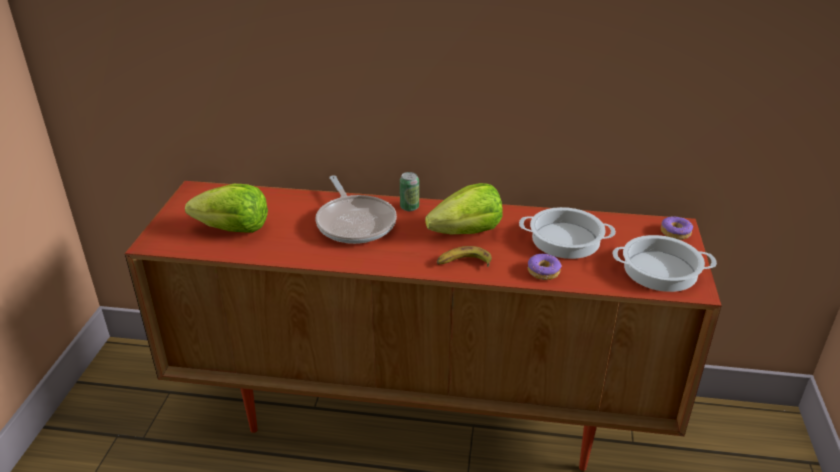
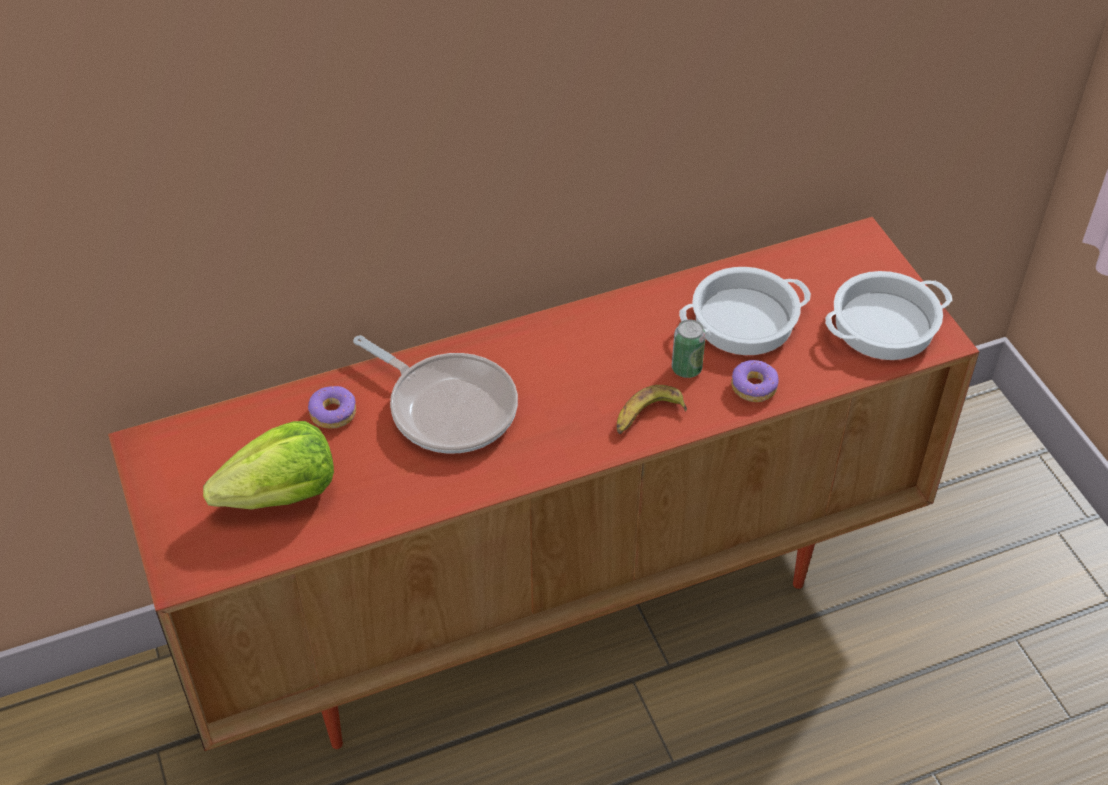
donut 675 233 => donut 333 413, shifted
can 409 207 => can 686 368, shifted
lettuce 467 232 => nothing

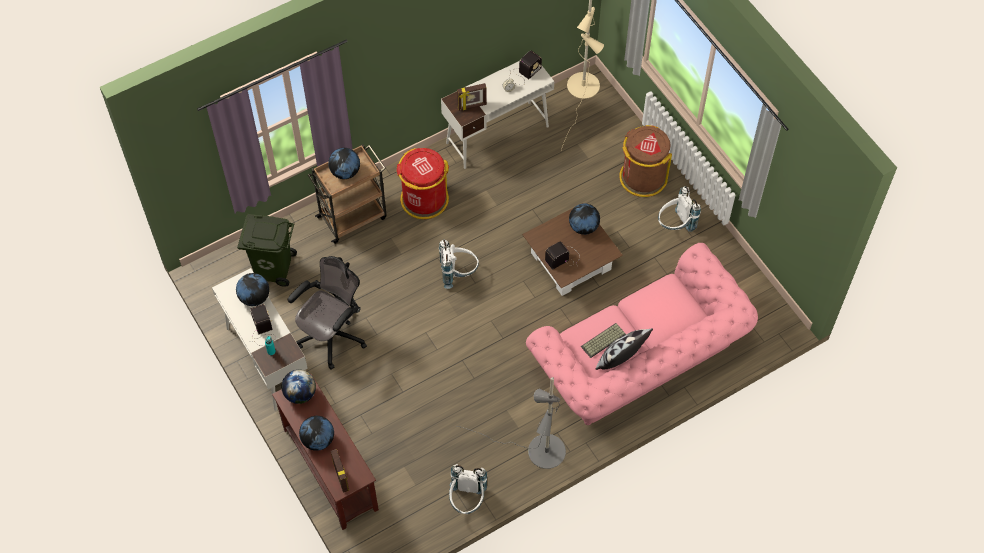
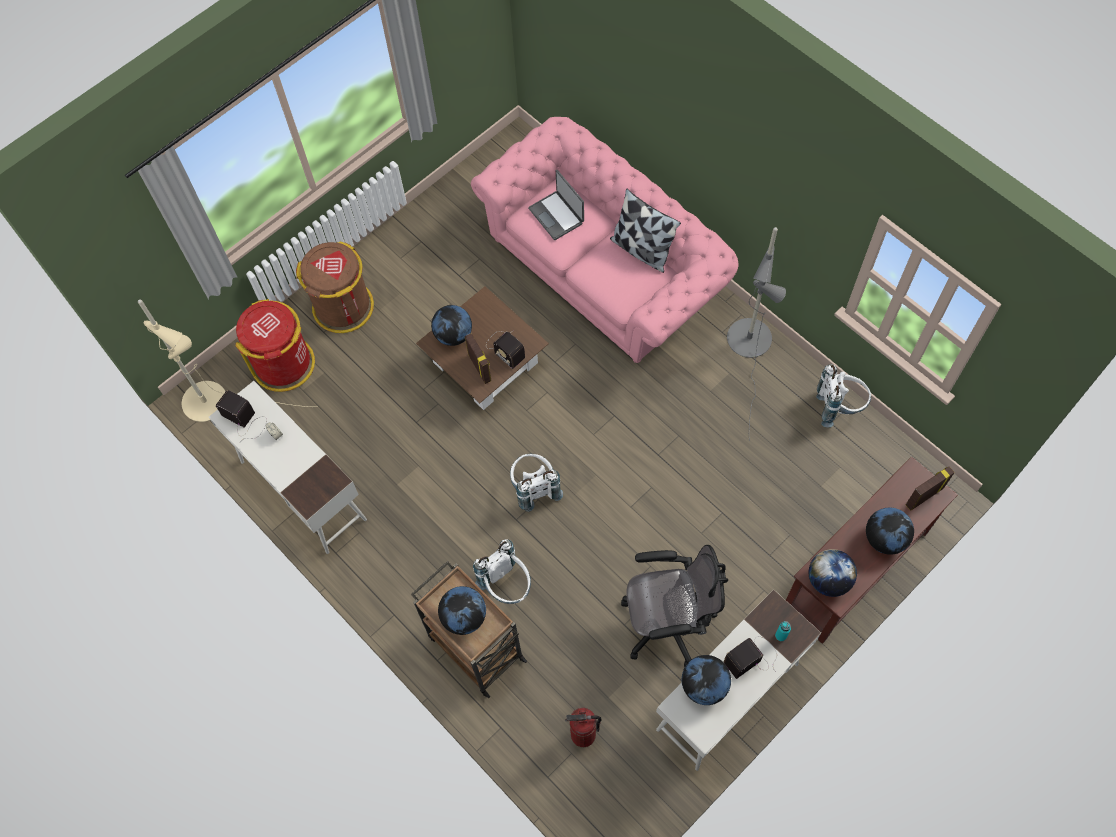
waste bin (red) 424 199 => waste bin (red) 284 364, shifted
picture frame 472 106 => picture frame 480 367, shifted
rucksack (white) 675 225 => rucksack (white) 507 586, shifted
nothing => laptop 557 215
waste bin (green-coloured) 273 267 => fire extinguisher 583 734
office chair 332 335 => office chair 667 622, 150 degrees clockwise
PC keyboard 603 341 => nothing

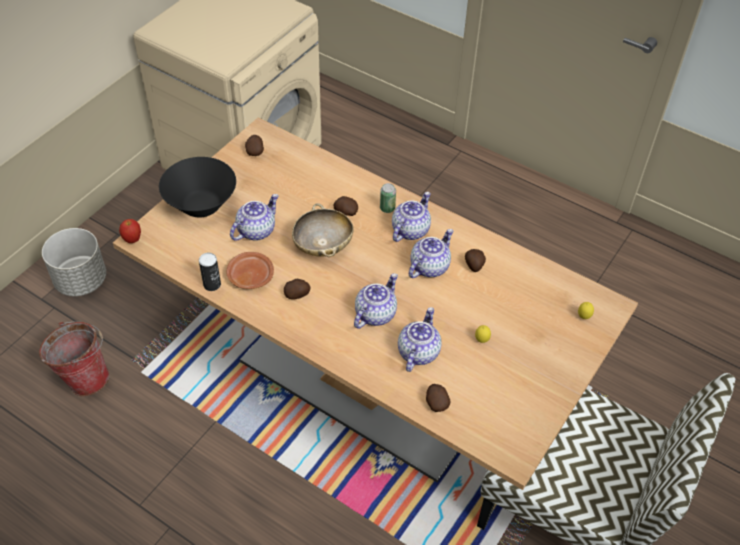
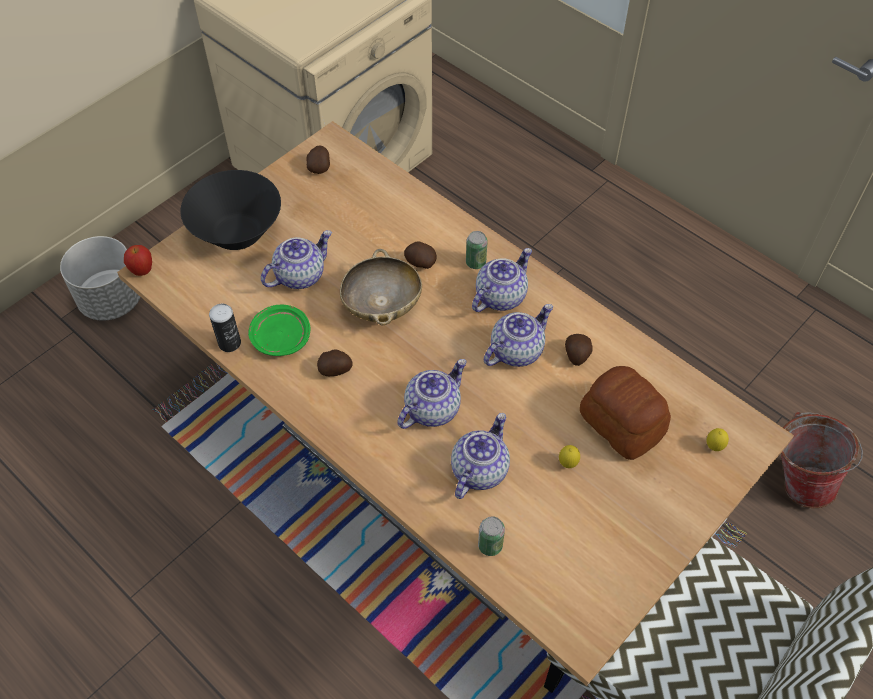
flat dish (brownish) 250 276 => flat dish (green-coloured) 280 337
whole potato 436 403 => can 490 545
nothing => bakery bread 622 422
water bucket 84 376 => water bucket 798 480, shifted

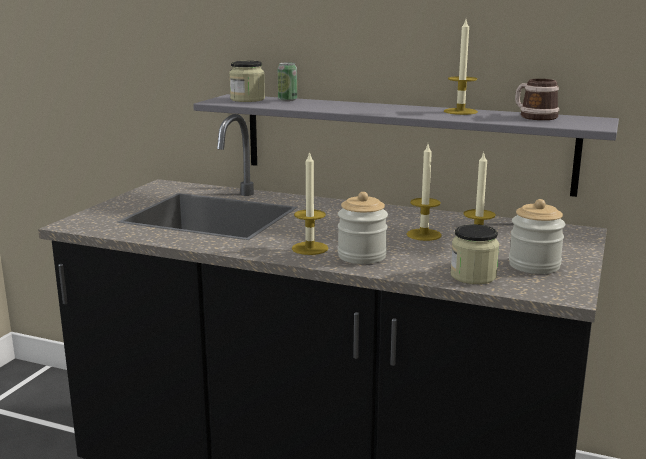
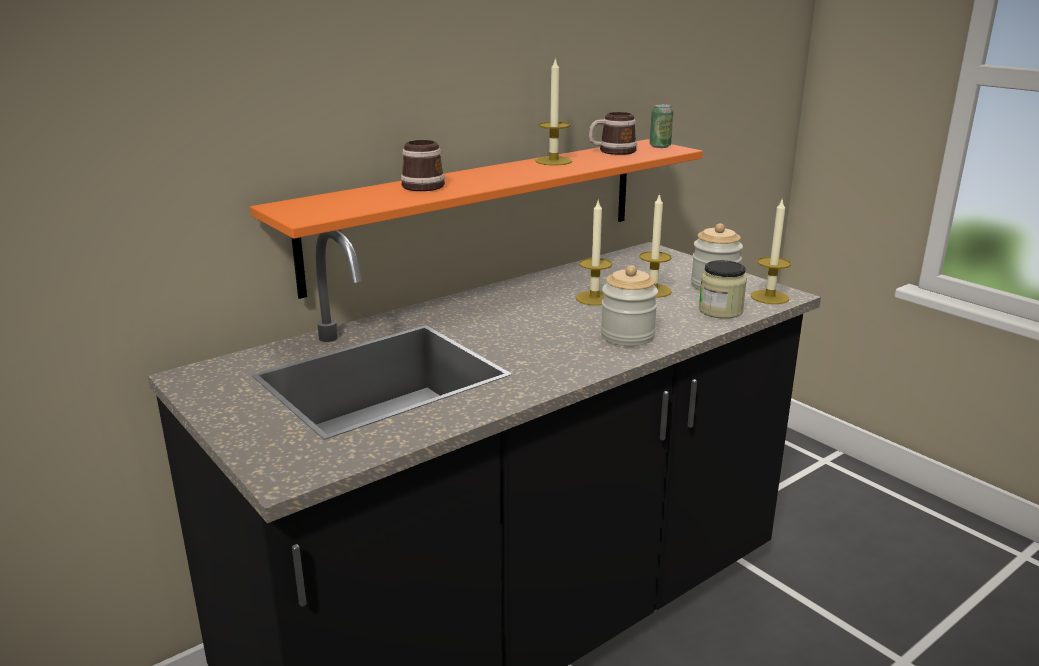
wall shelf (greyish) 403 142 => wall shelf (orangey) 480 211
nothing => coffee mug 425 185
can 287 100 => can 660 146, shifted
wax light 310 248 => wax light 769 297, shifted
jar 247 99 => nothing

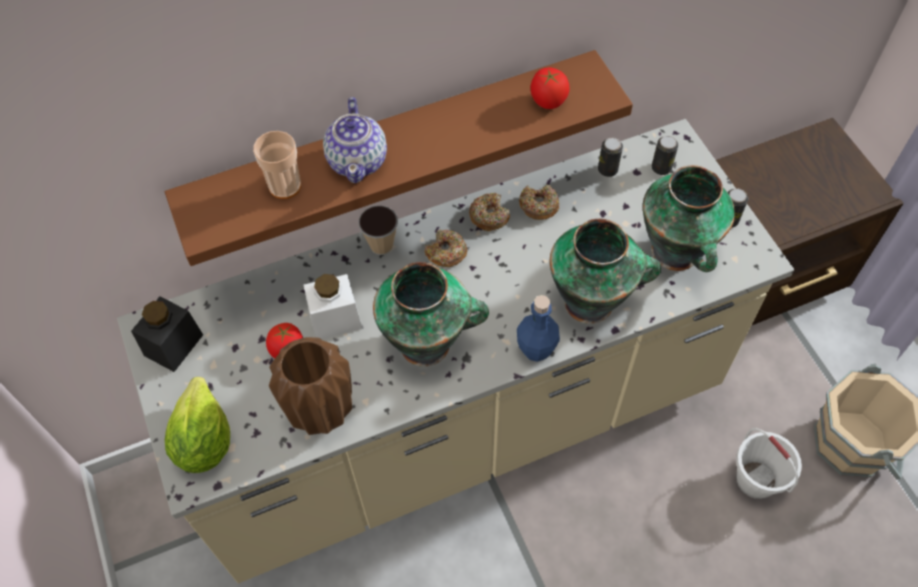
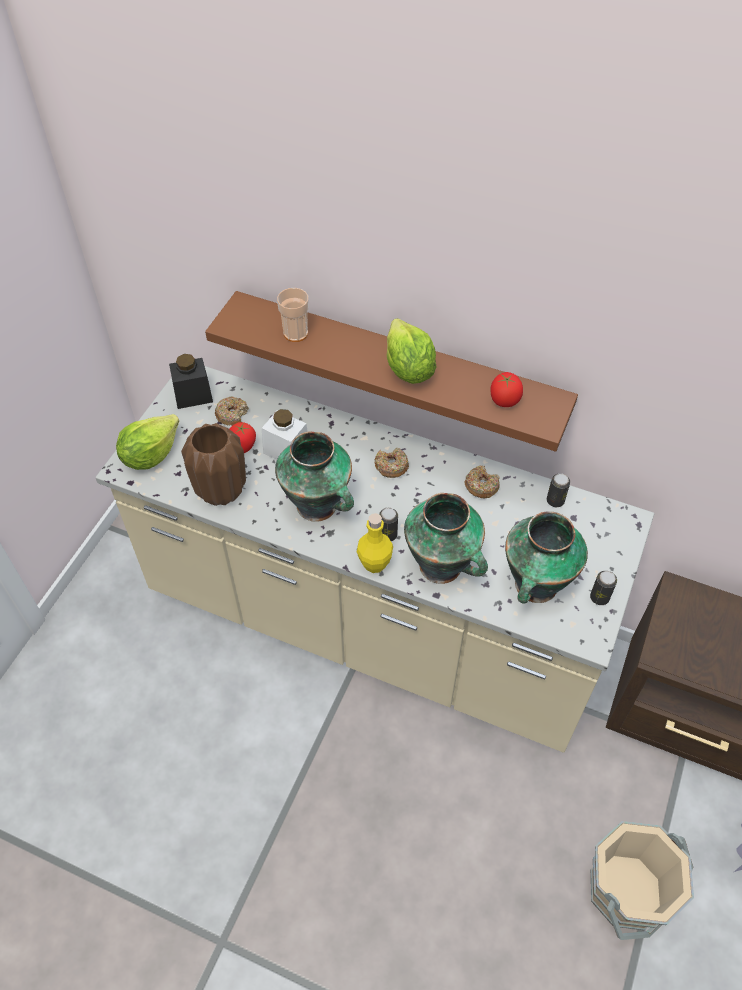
donut 489 216 => donut 232 415, shifted
beverage bottle (bluish) 536 350 => beverage bottle (yellowish) 374 563
can 661 168 => can 388 535, shifted
nothing => lettuce 408 369
tea pot 358 160 => nothing
small cup 381 245 => nothing
water bucket (white) 756 479 => nothing

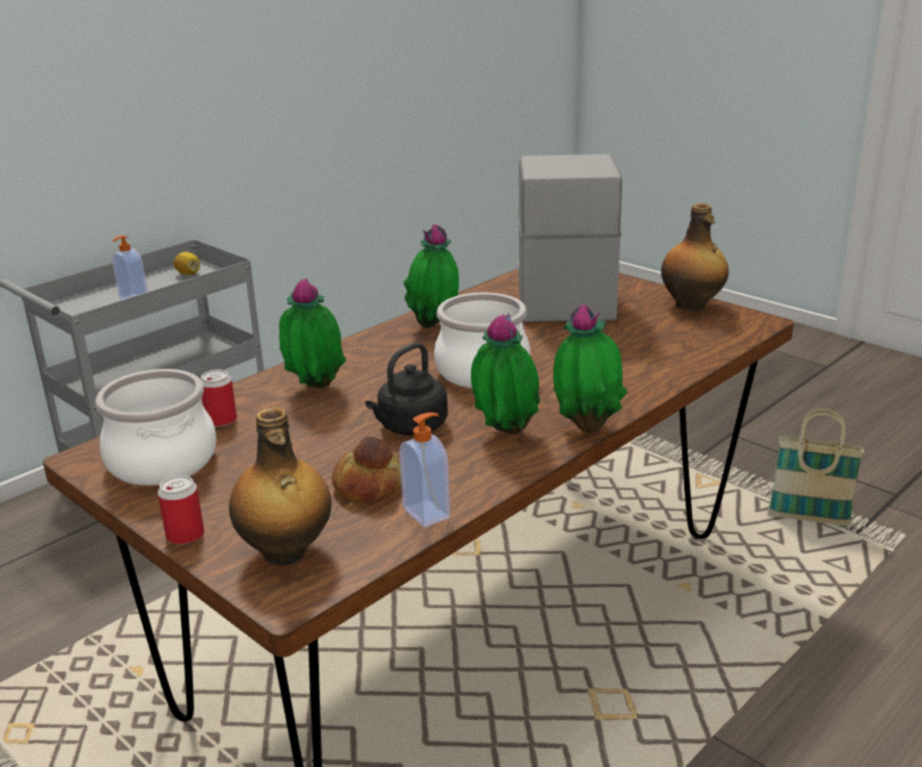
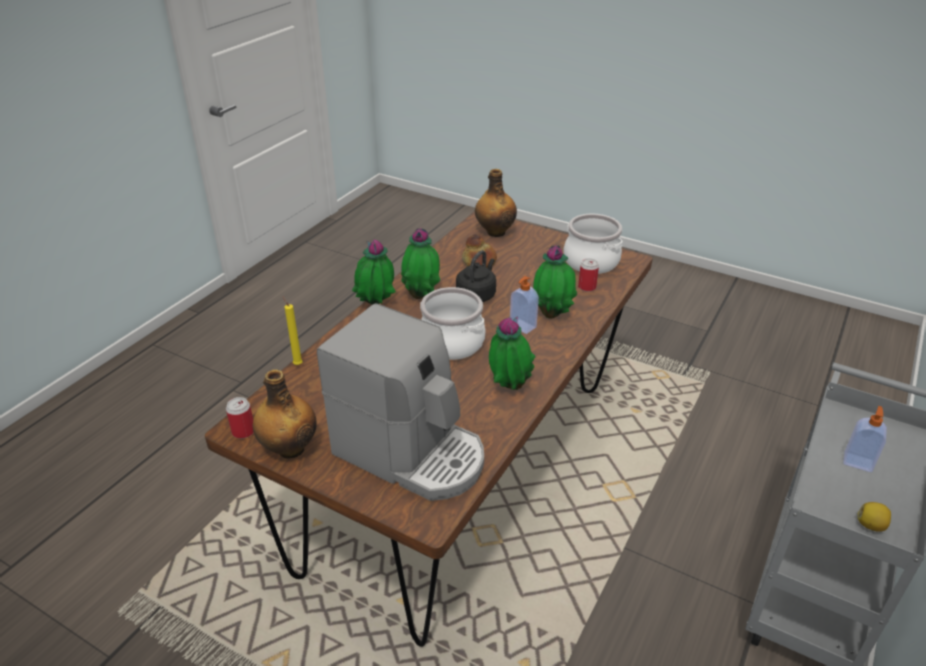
can 185 535 => can 243 431, shifted
nothing => wax light (yellowish) 297 364
coffee brewer 563 294 => coffee brewer 411 453, 45 degrees counterclockwise
liquid soap bottle 427 513 => liquid soap bottle 522 327, shifted
household basket 808 519 => nothing

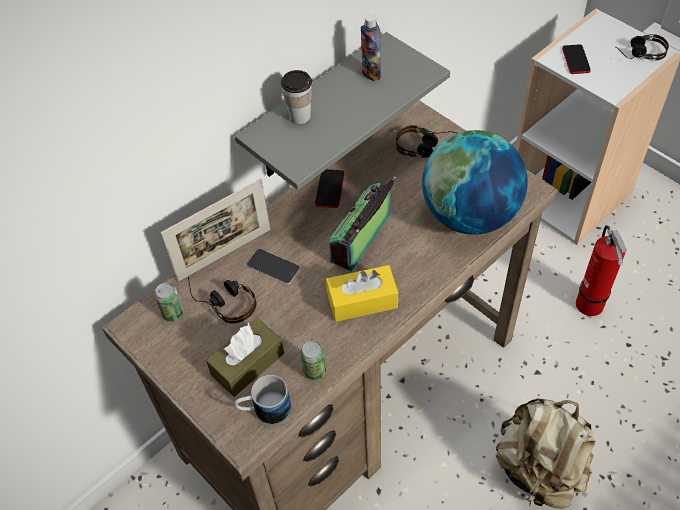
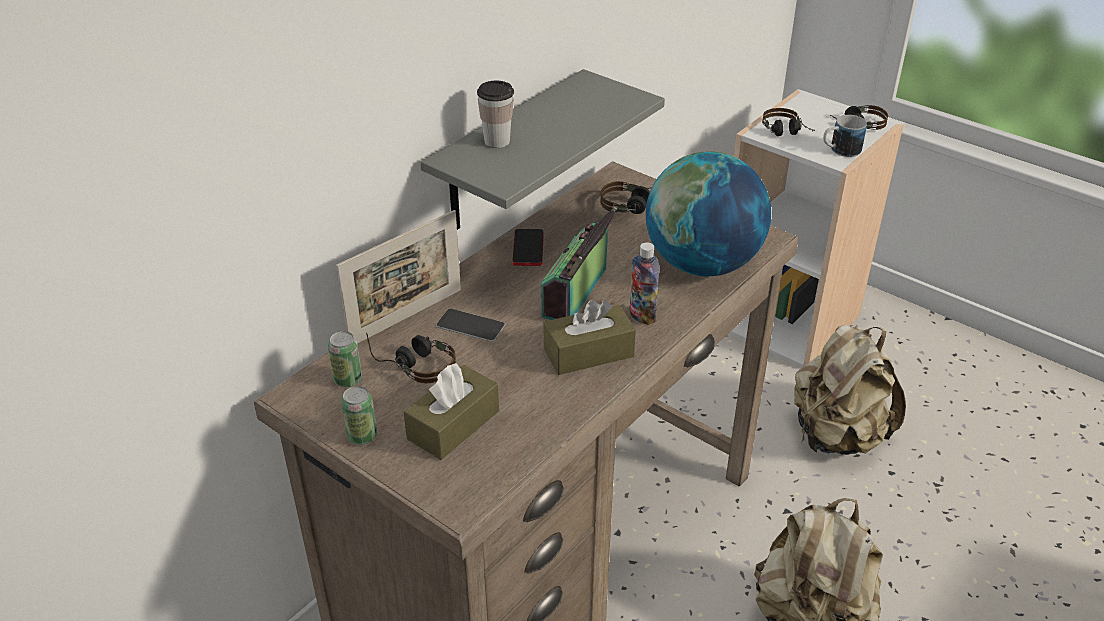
can 314 371 => can 362 436, shifted
box of tissues (yellowish) 362 301 => box of tissues (brownish) 588 353
beverage bottle 371 73 => beverage bottle 642 316, shifted
telephone 576 60 => headphones 787 133
fire extinguisher 590 307 => rucksack (beige-coloured) 837 436
coffee mug 264 410 => coffee mug 839 151, shifted

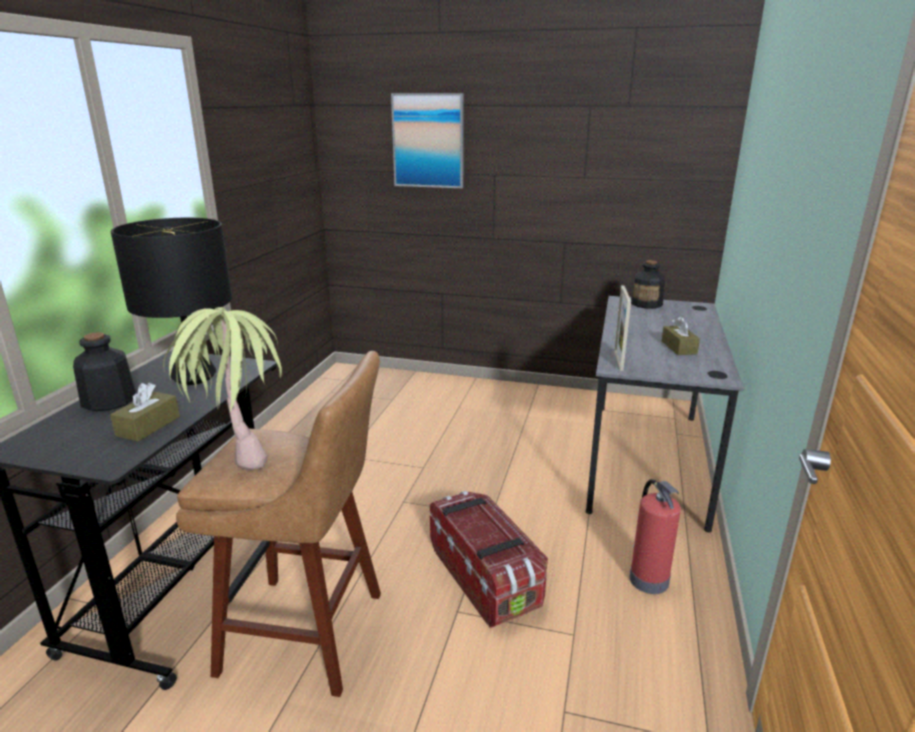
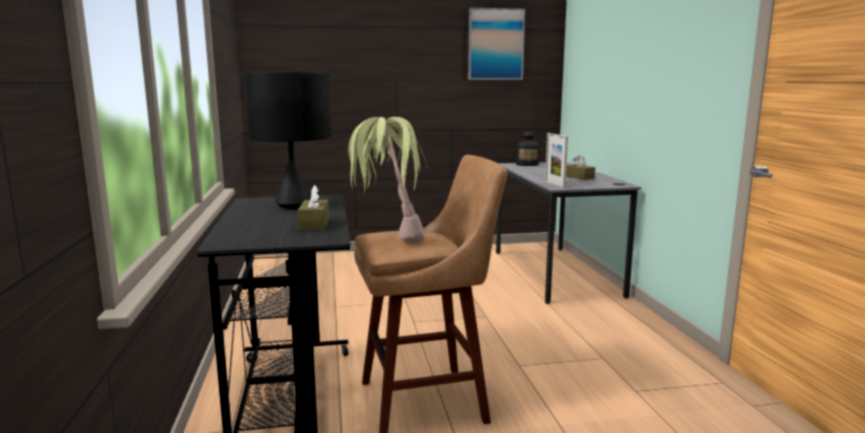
picture 428 141 => picture 495 44, shifted
beverage bottle 108 401 => nothing
storage bin 485 577 => nothing
fire extinguisher 648 578 => nothing

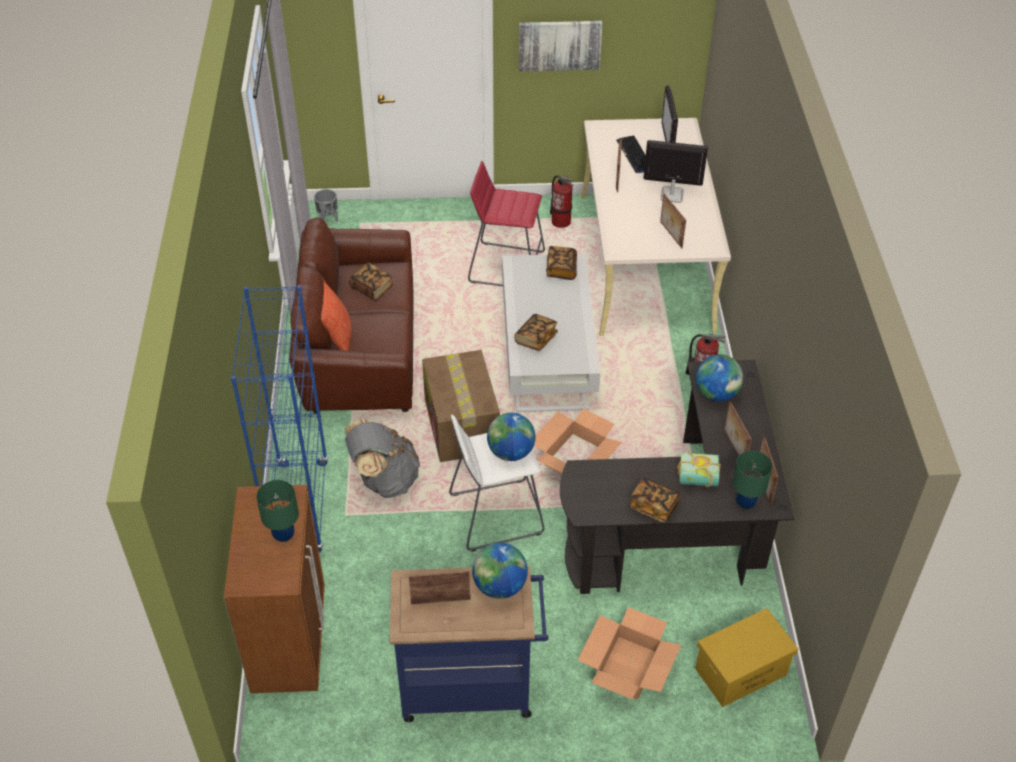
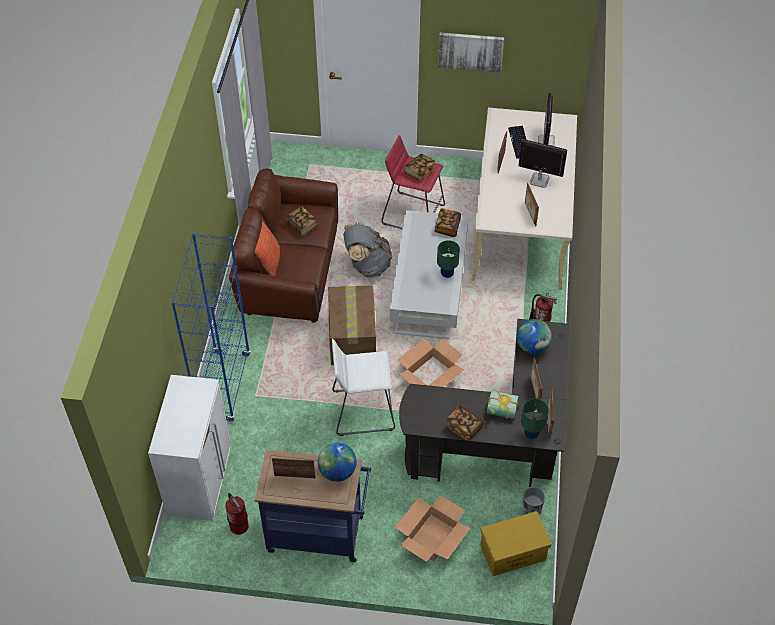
cabinet (brownish) 288 636 => cabinet (white) 200 479
fire extinguisher 561 222 => fire extinguisher 239 526, shifted
rucksack (greyish) 384 479 => rucksack (greyish) 367 265, shifted
book 536 339 => book 419 171, shifted
lamp for a table (green-coloured) 284 534 => lamp for a table (green-coloured) 447 273, shifted
plant pot (greyish) 328 219 => plant pot (greyish) 531 510, shifted
globe 510 452 => nothing

